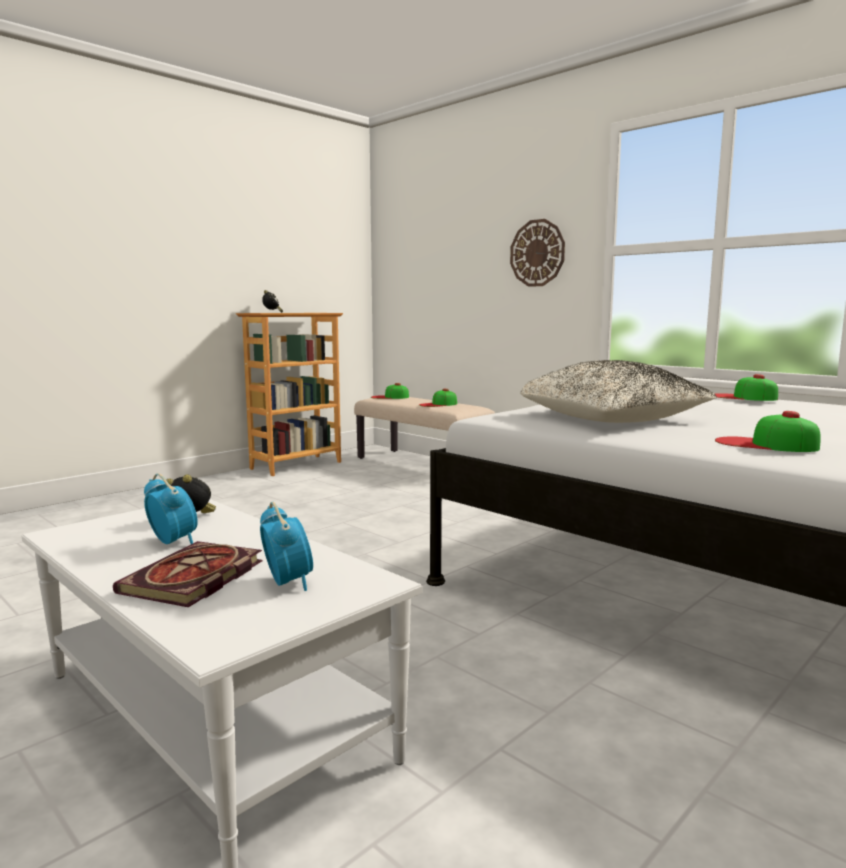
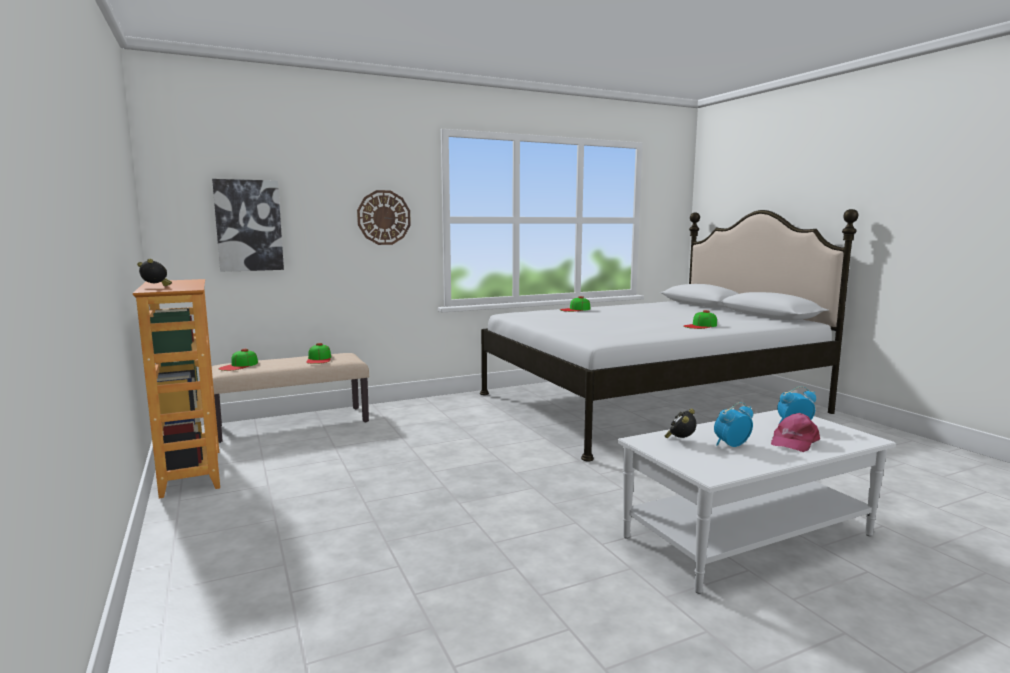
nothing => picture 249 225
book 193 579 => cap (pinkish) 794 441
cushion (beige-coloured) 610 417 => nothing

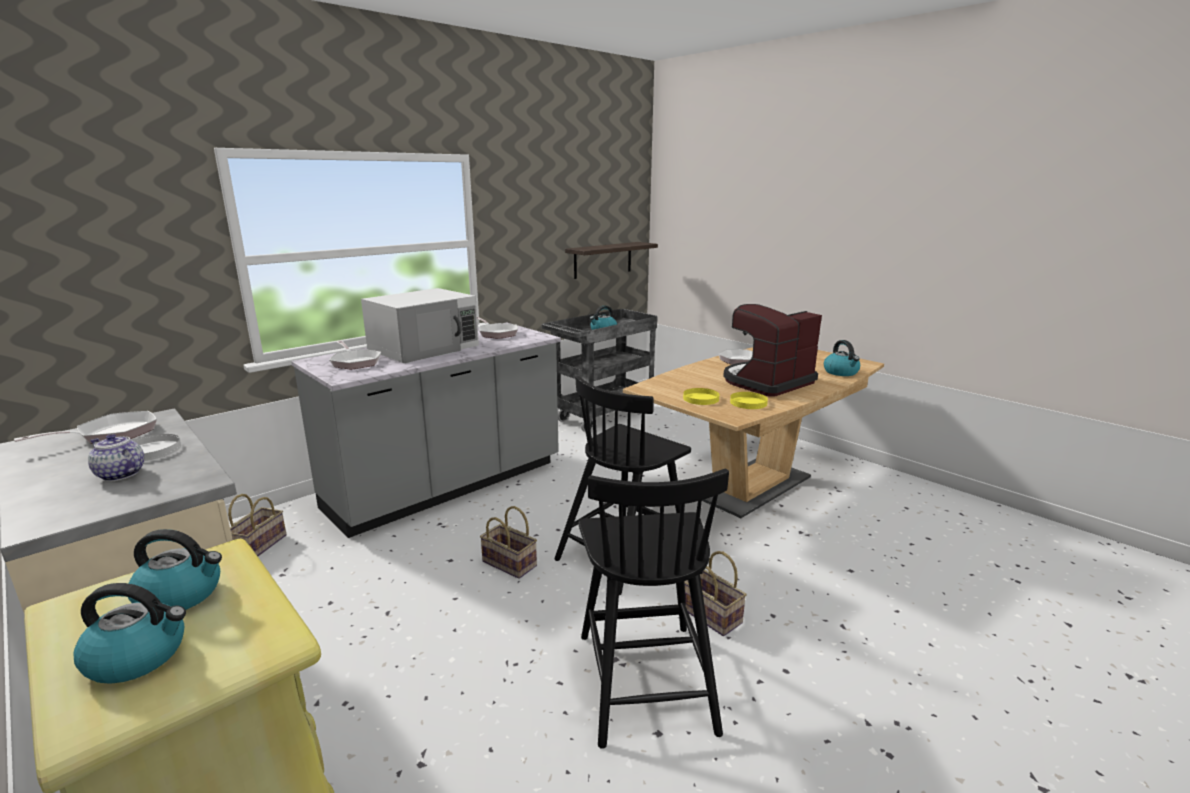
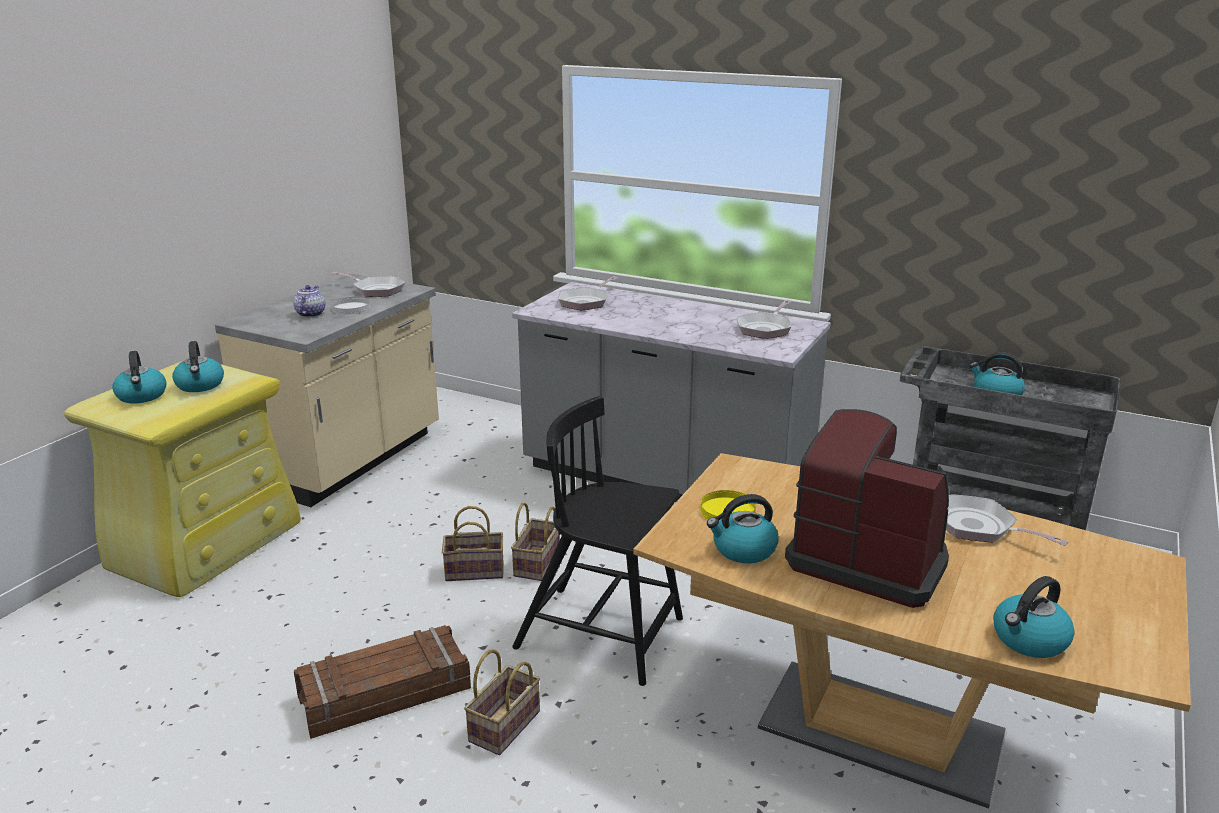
plain chair (blackish) 645 678 => shipping crate 384 692
household basket 259 545 => household basket 476 570, shifted
flat dish (yellowish) 748 402 => water kettle 743 550
microwave oven (white) 425 347 => nothing
wall shelf 603 260 => nothing

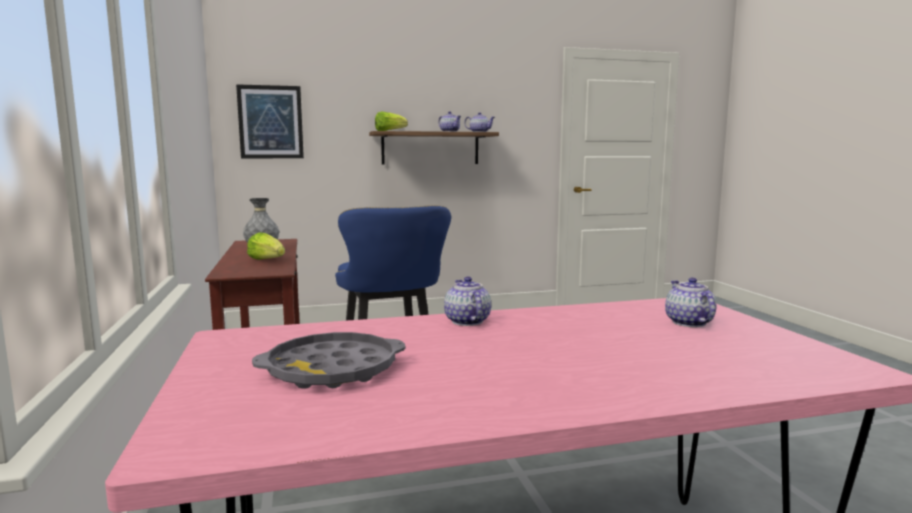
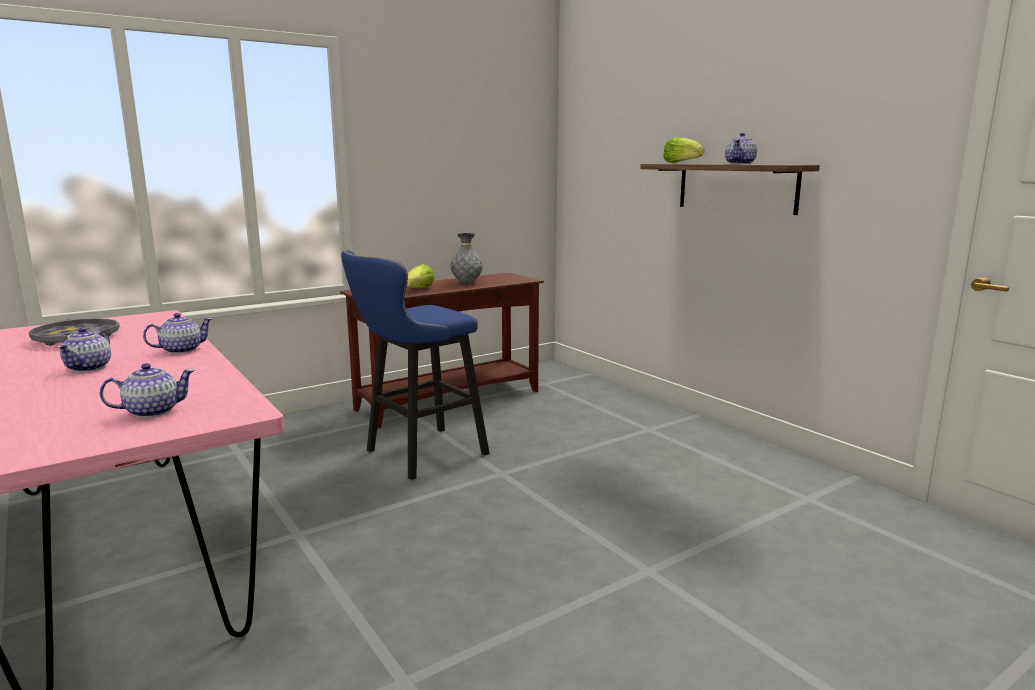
tea pot 479 132 => tea pot 89 367, shifted
picture 270 122 => nothing

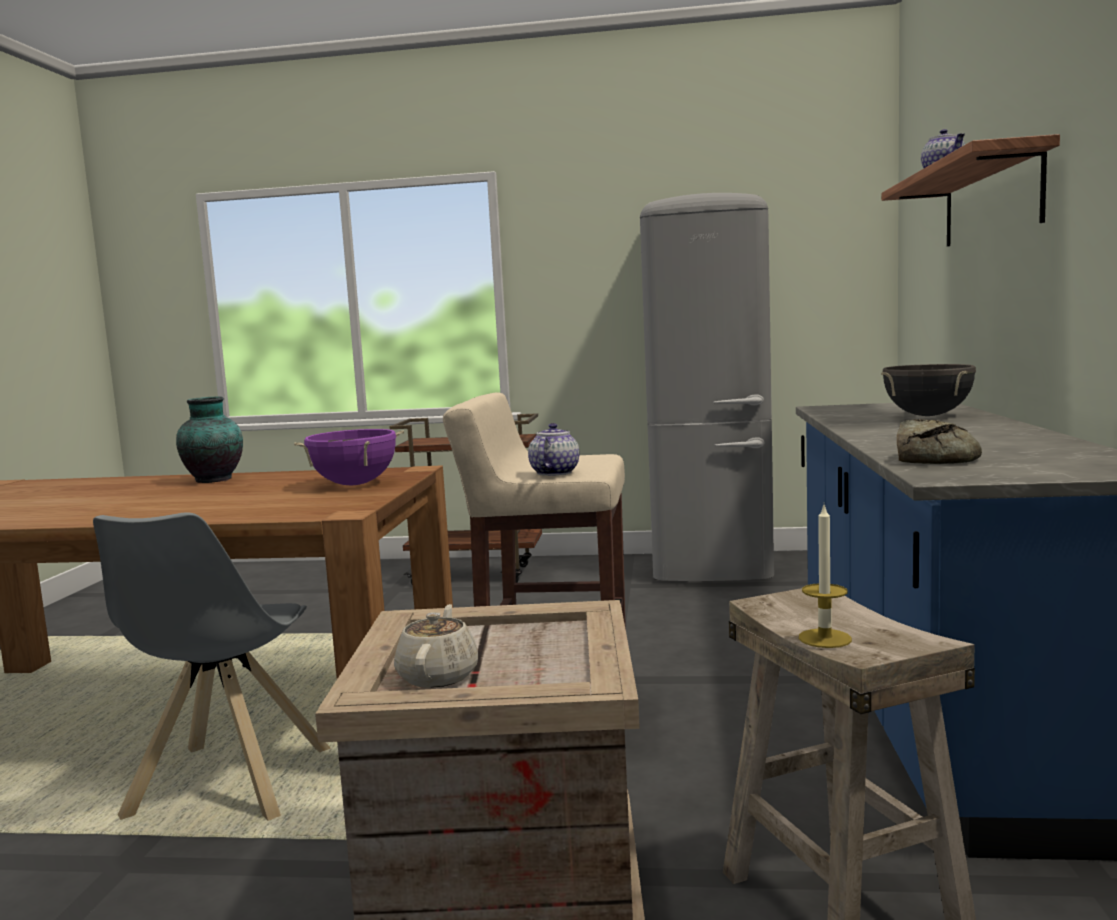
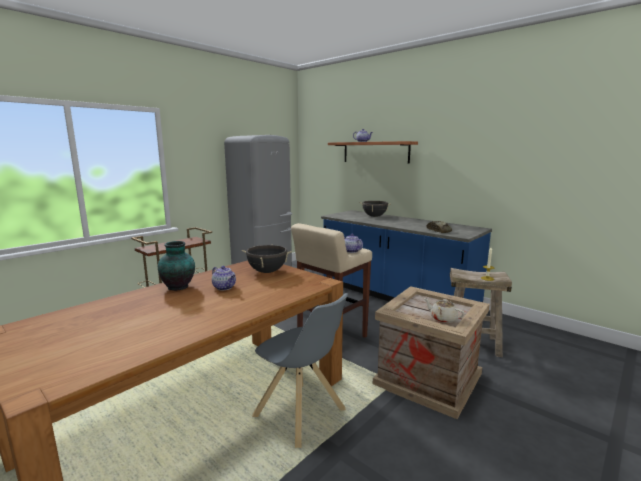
nothing => tea pot 225 287
stockpot (purple) 354 484 => stockpot (blackish) 267 272

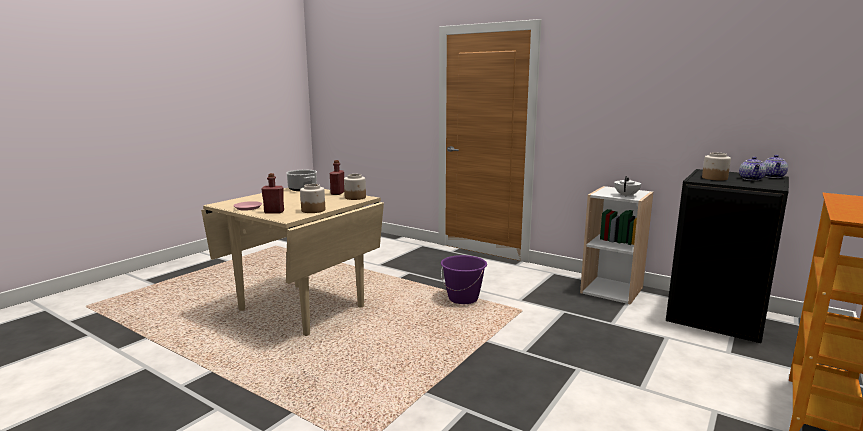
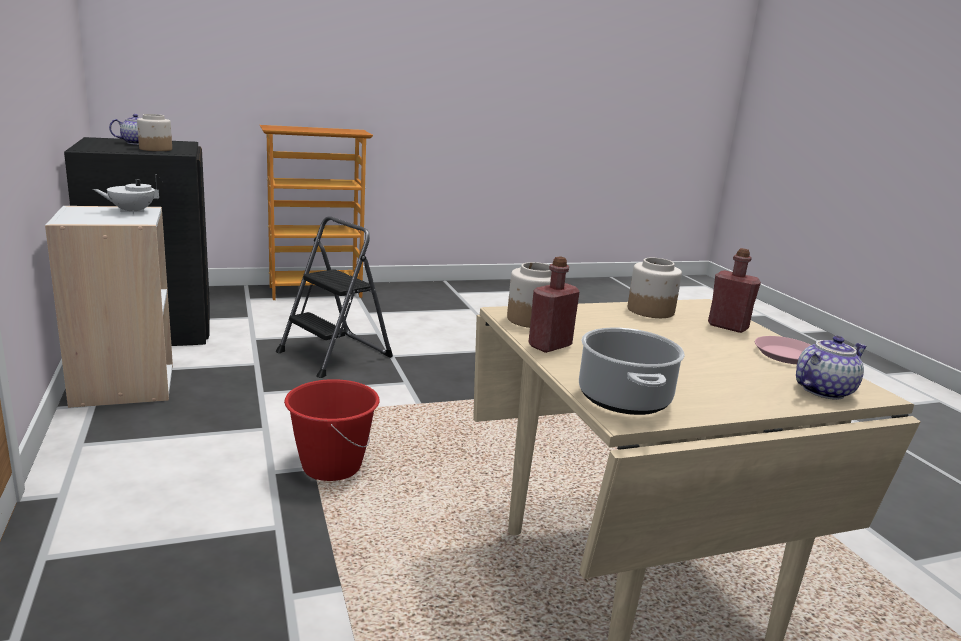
nothing => step ladder (blackish) 339 353
water bucket (purple) 463 299 => water bucket (red) 331 467
tea pot 773 176 => tea pot 822 390, shifted

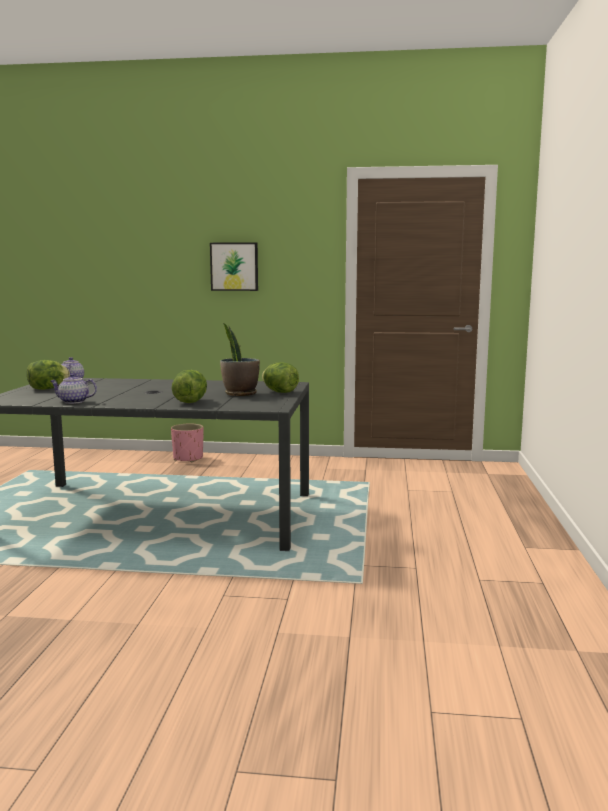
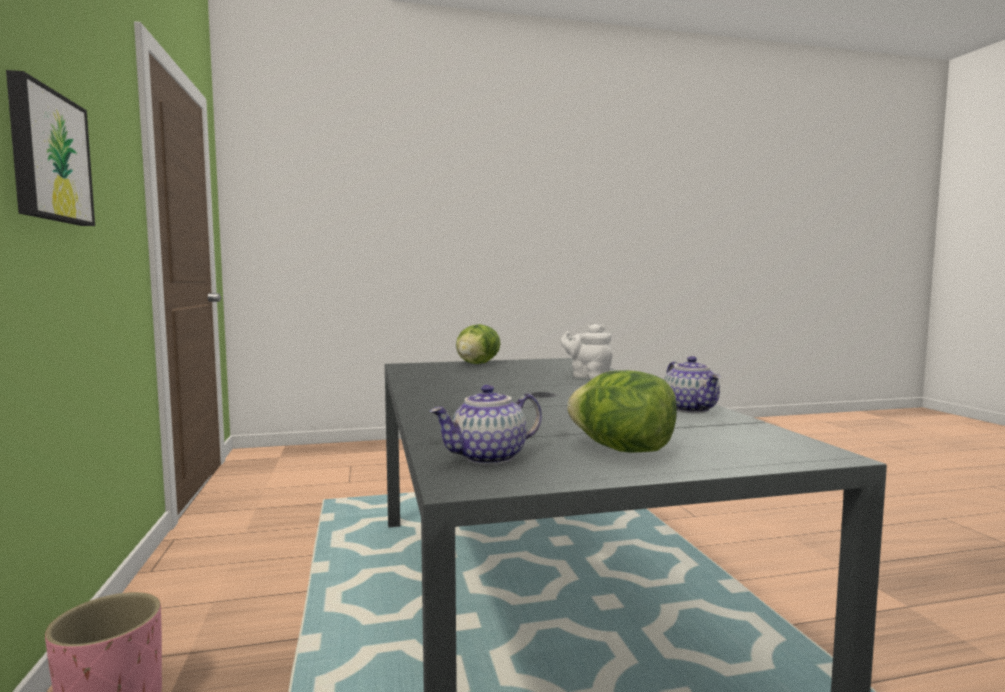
lettuce 190 402 => tea pot (white) 587 376
potted plant 240 394 => nothing

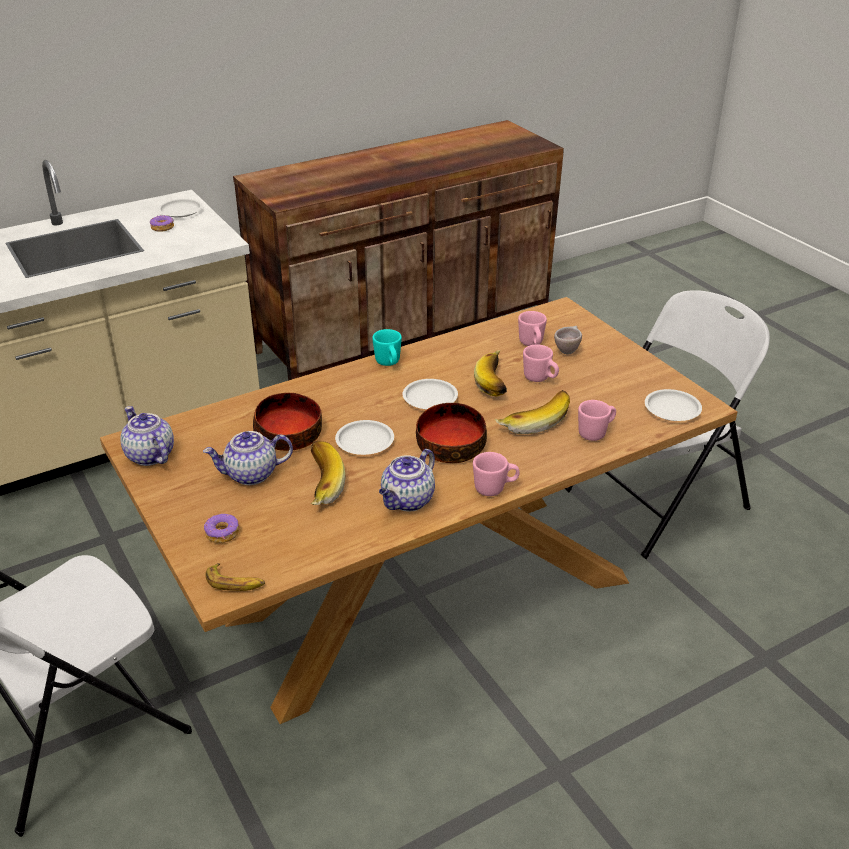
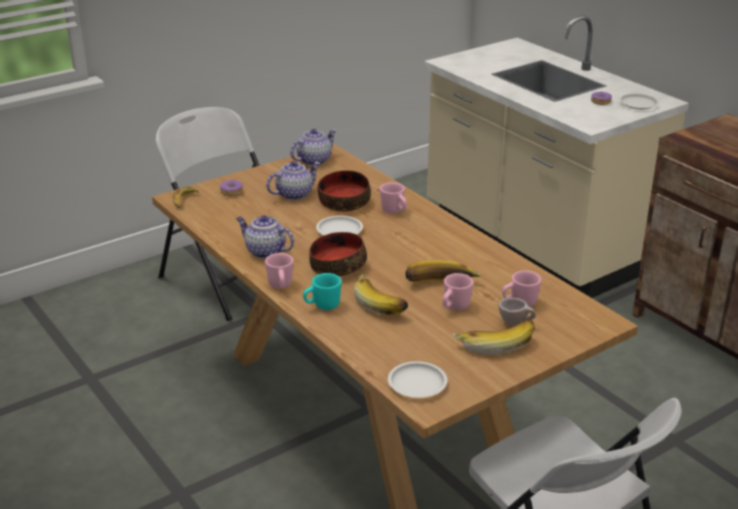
tea pot 251 475 => tea pot 294 194, 75 degrees clockwise
coffee mug (blue-green) 389 363 => coffee mug (blue-green) 322 306, shifted
coffee mug (pinkish) 596 433 => coffee mug (pinkish) 394 211, shifted
whole banana 318 485 => whole banana 494 343, shifted
flat dish (white) 430 398 => nothing

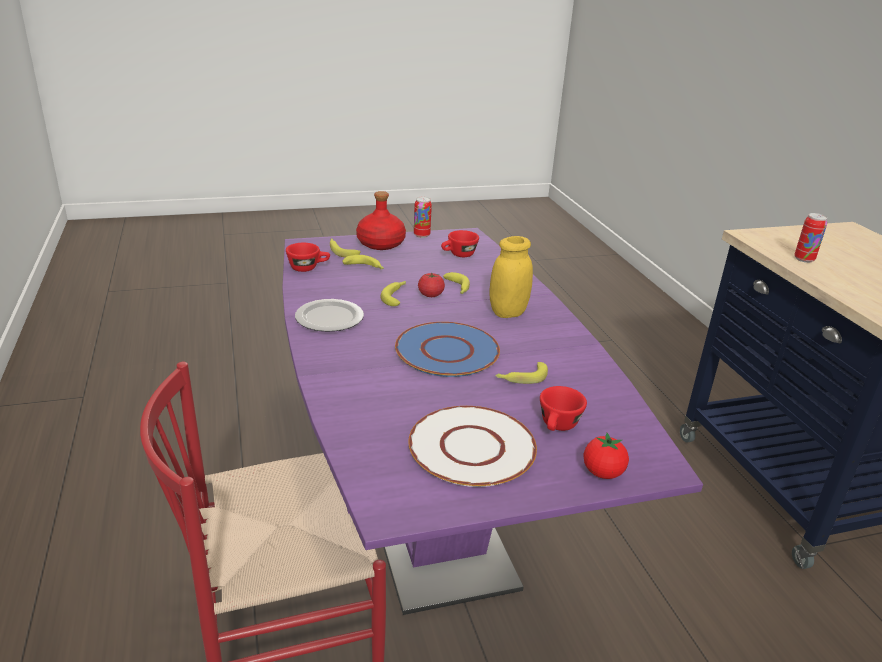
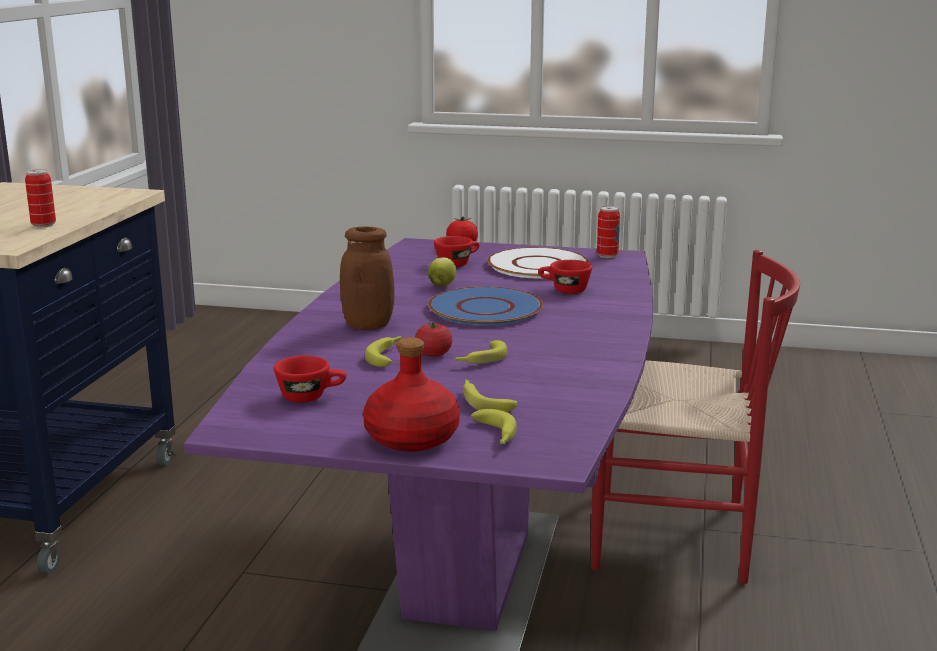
jar (yellowish) 508 312 => jar (brownish) 368 325
whole banana 521 378 => whole apple 442 285
small cup (red) 308 268 => small cup (red) 564 290, shifted
can 421 235 => can 607 256, shifted
flat dish 330 318 => nothing

